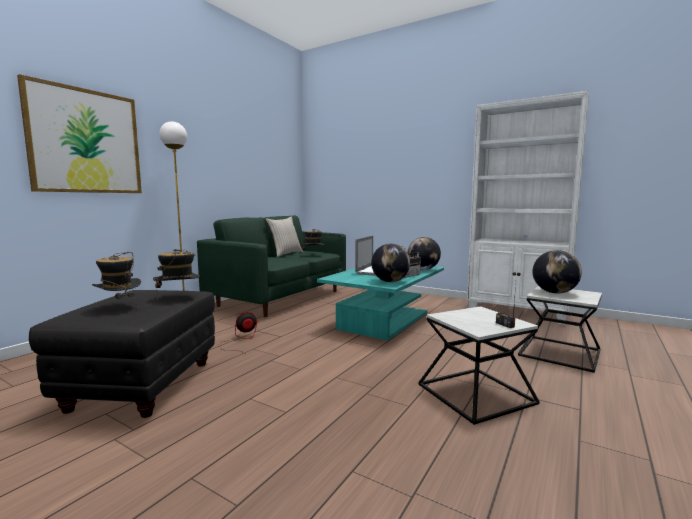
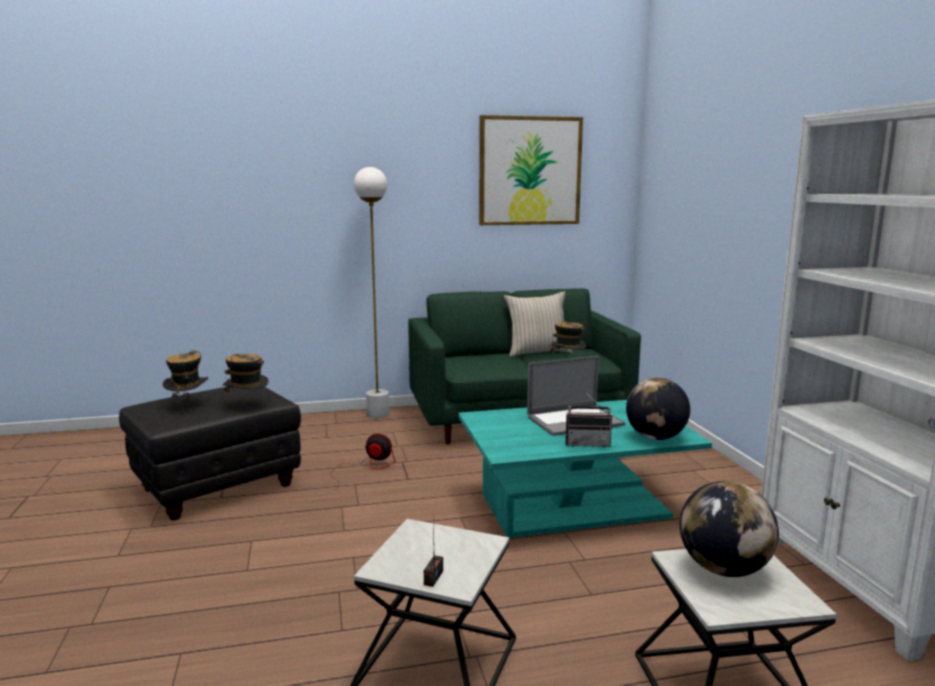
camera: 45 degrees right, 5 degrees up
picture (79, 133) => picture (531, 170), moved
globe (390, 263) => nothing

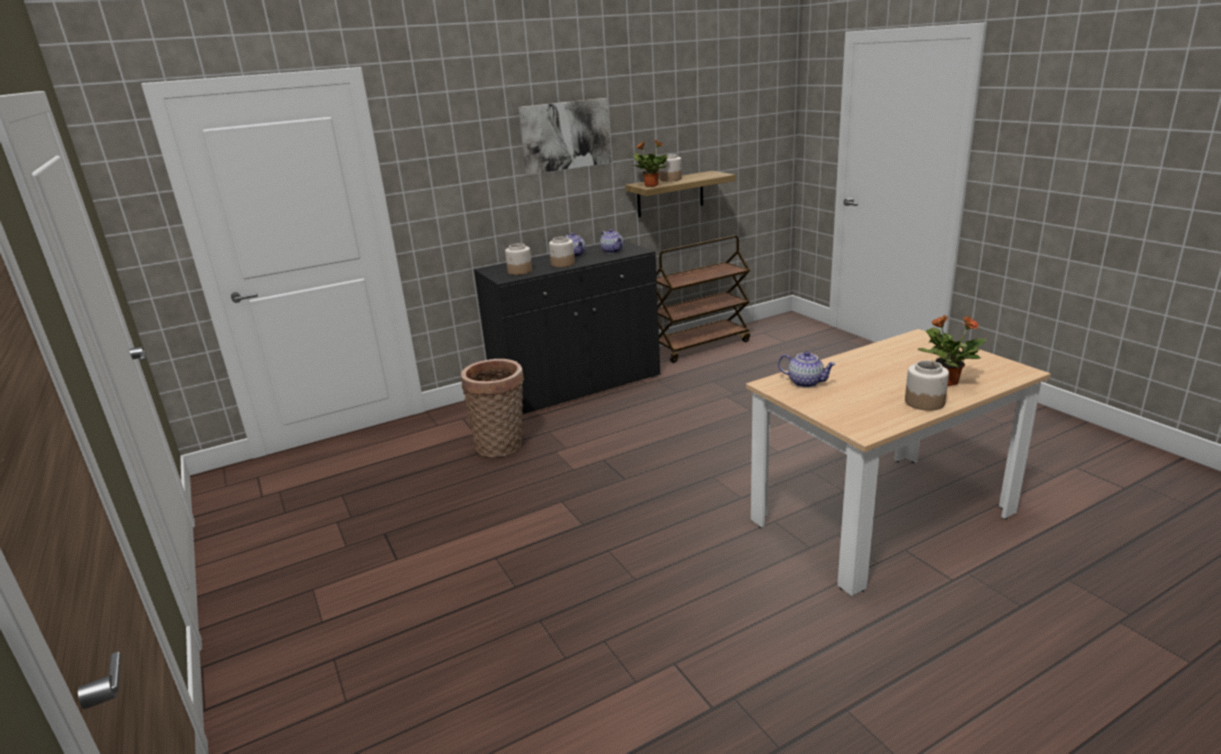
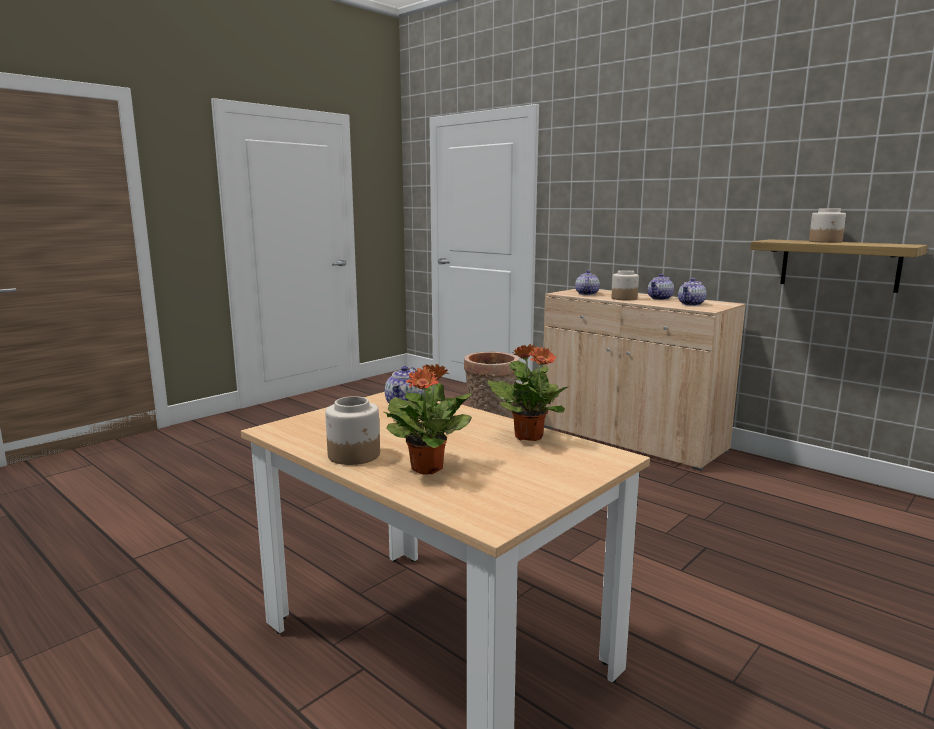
camera: 70 degrees right, 10 degrees down
potted_plant (651, 163) => potted_plant (528, 392), moved
black_cupboard (567, 327) => sand-coloured_cupboard (644, 380)
storage_jar (518, 259) => tea_pot (587, 282)
picture (565, 136) => nothing
brownish_trolley (703, 299) => nothing

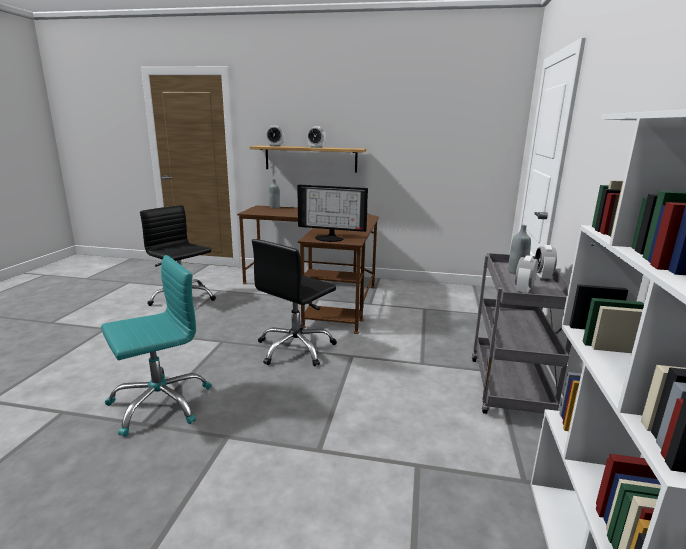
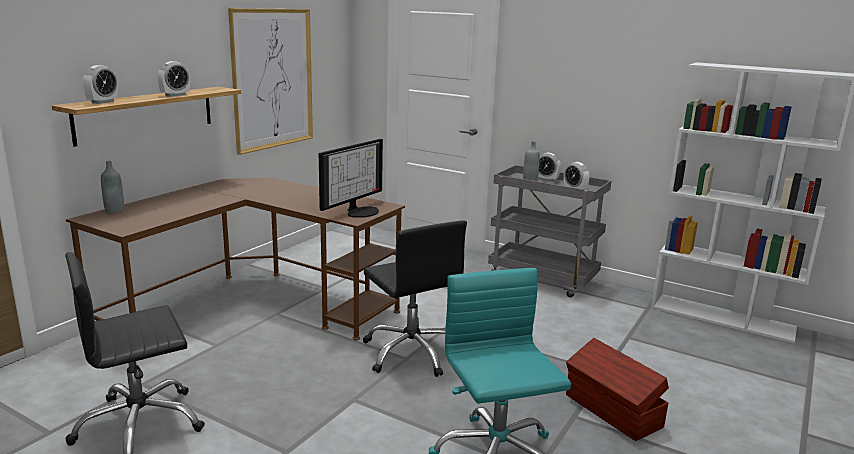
camera: 70 degrees left, 0 degrees up
nothing => picture (270, 81)
nothing => brownish_storage_bin (617, 389)

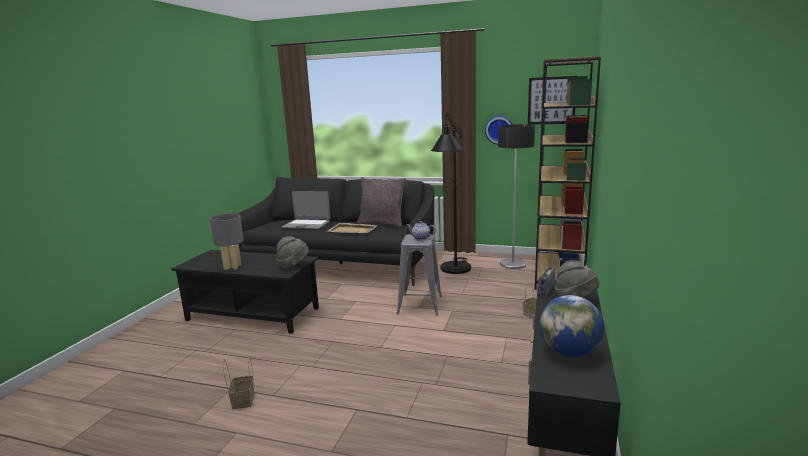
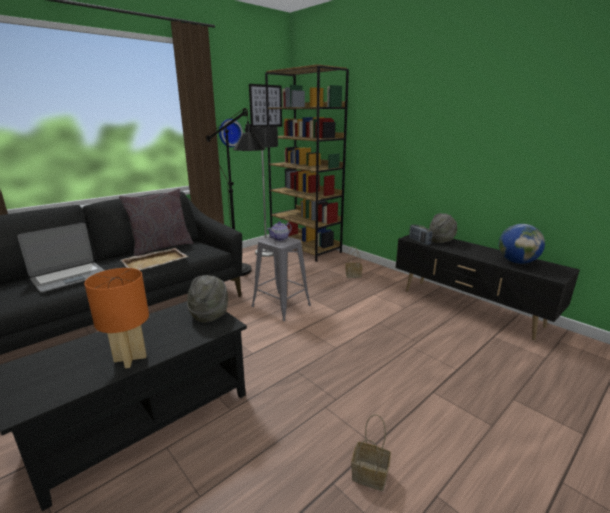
camera: 60 degrees left, 5 degrees up
grey_table_lamp (227, 241) => orangey_table_lamp (116, 318)

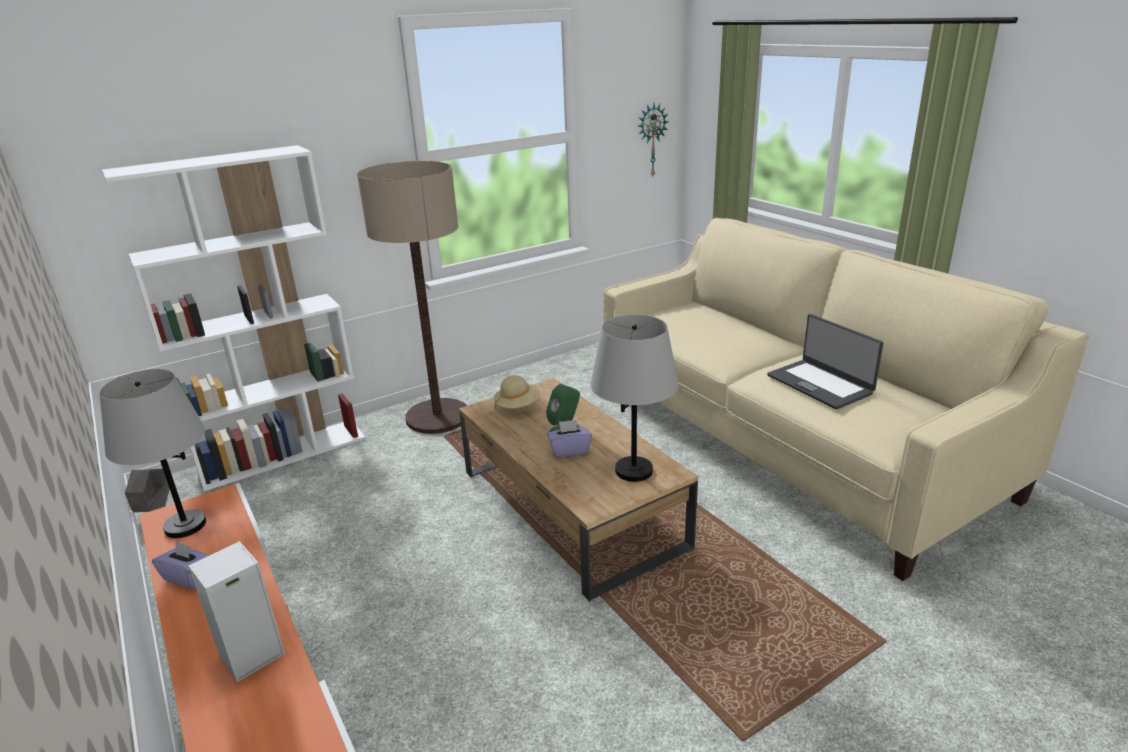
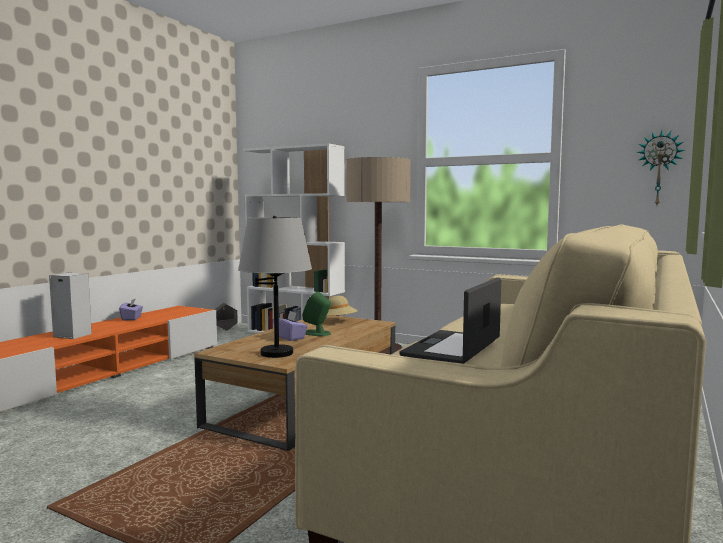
camera: 60 degrees right, 20 degrees down
grey_table_lamp (152, 453) => nothing

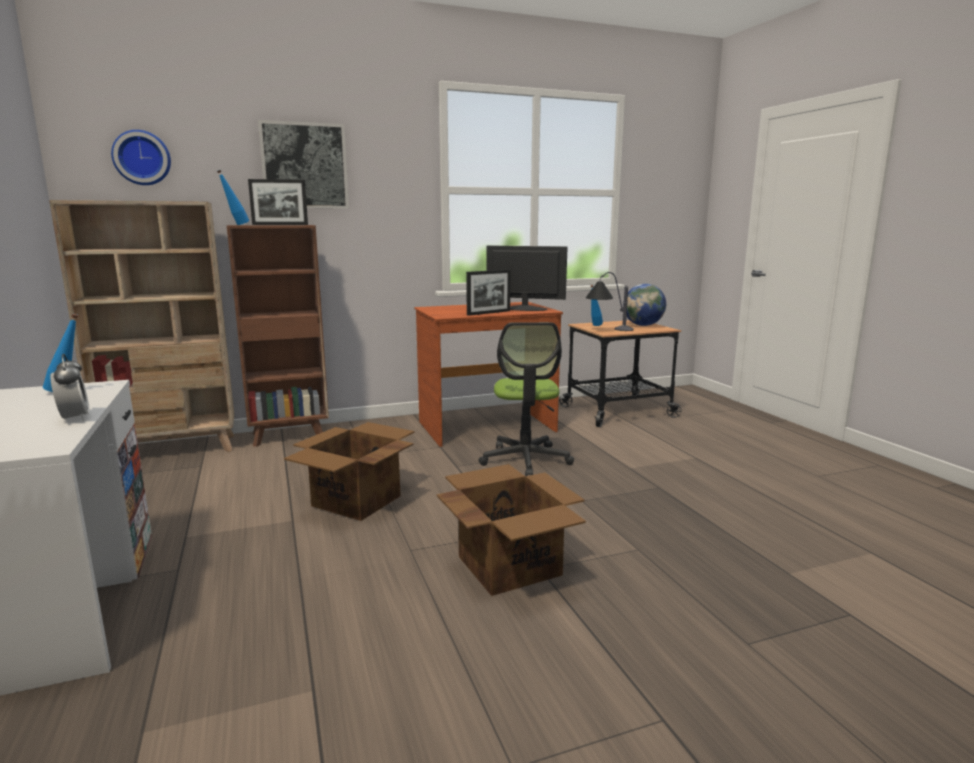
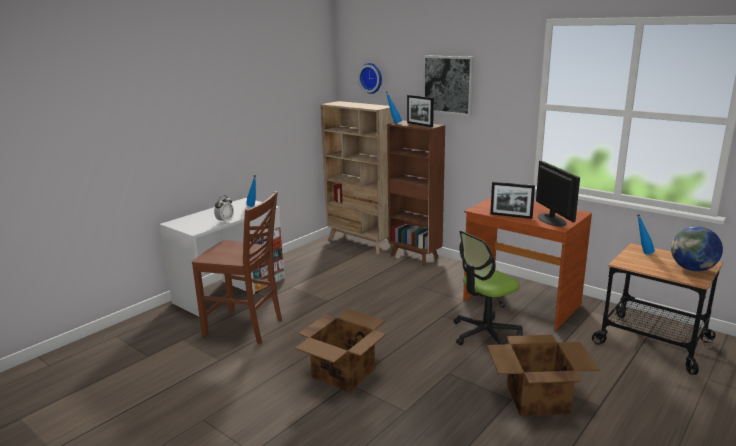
camera: 60 degrees right, 5 degrees up
nothing => brownish_upright_chair (237, 267)
carton (349, 471) => carton (543, 375), moved
table_lamp (610, 301) => nothing

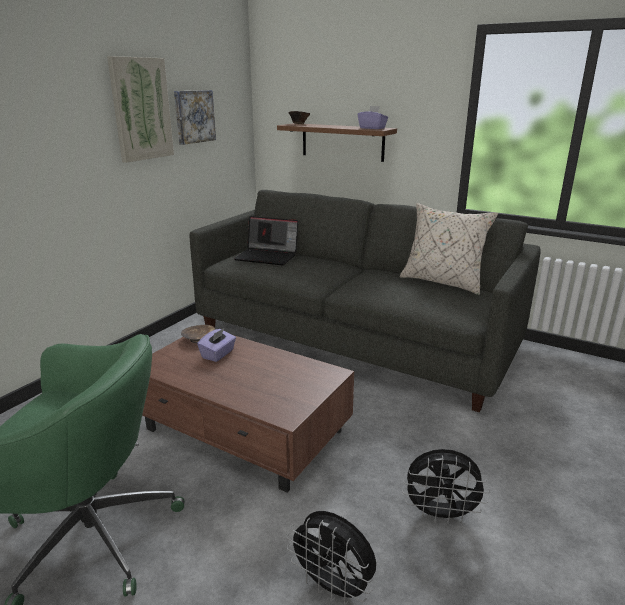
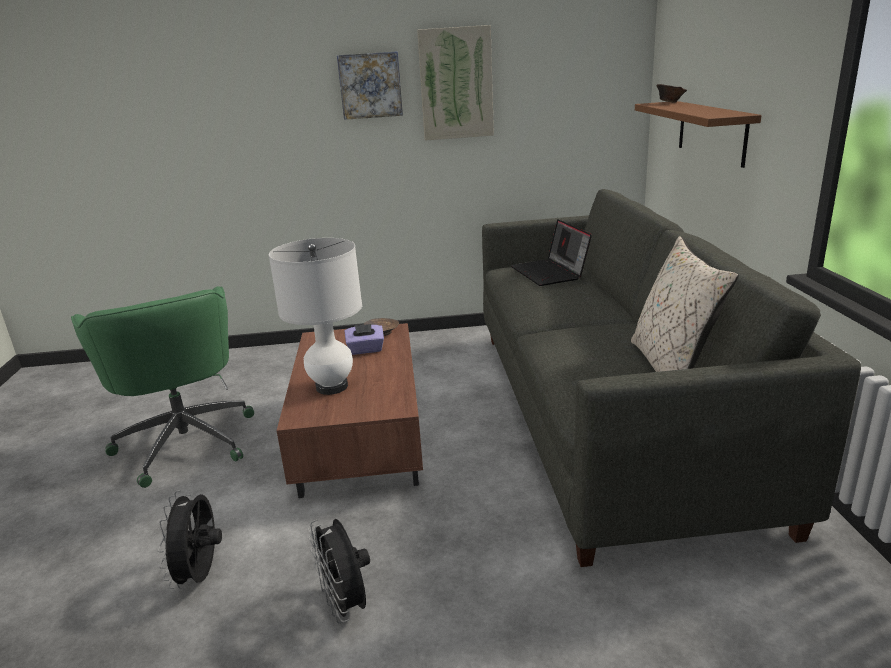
camera: 55 degrees right, 0 degrees up
nothing => white-coloured_table_lamp (315, 316)
picture (195, 117) => picture (370, 85), moved
purple_tissue_box (373, 117) => nothing

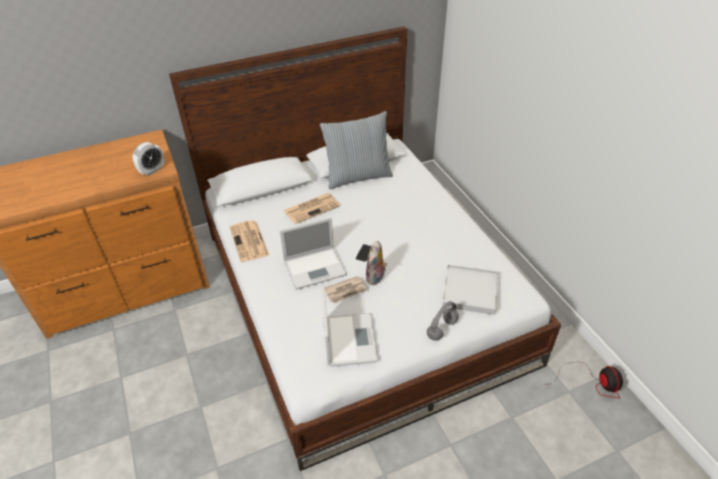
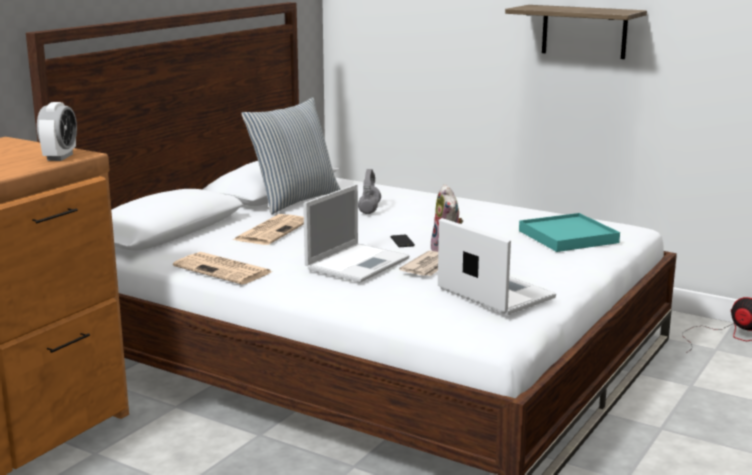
camera: 35 degrees left, 25 degrees down
grey_headphones (443, 321) => grey_headphones (369, 191), moved
nothing => bracket_shelf (576, 32)
white-coloured_serving_tray (470, 290) => blue-green_serving_tray (569, 232)

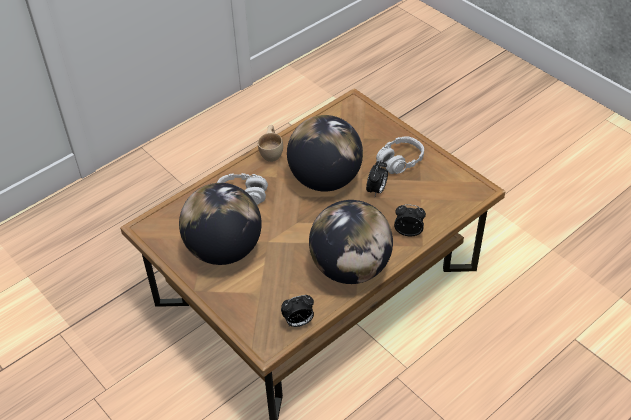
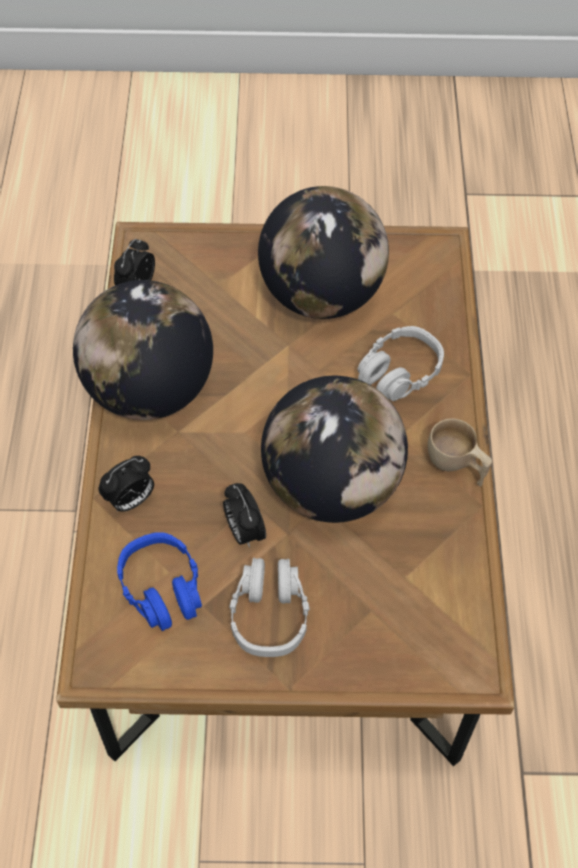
camera: 130 degrees right, 10 degrees up
nothing => blue-coloured_headphones (159, 581)

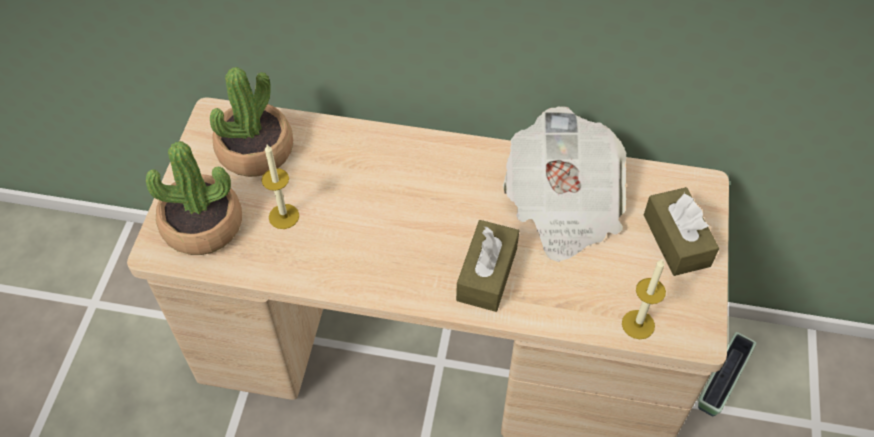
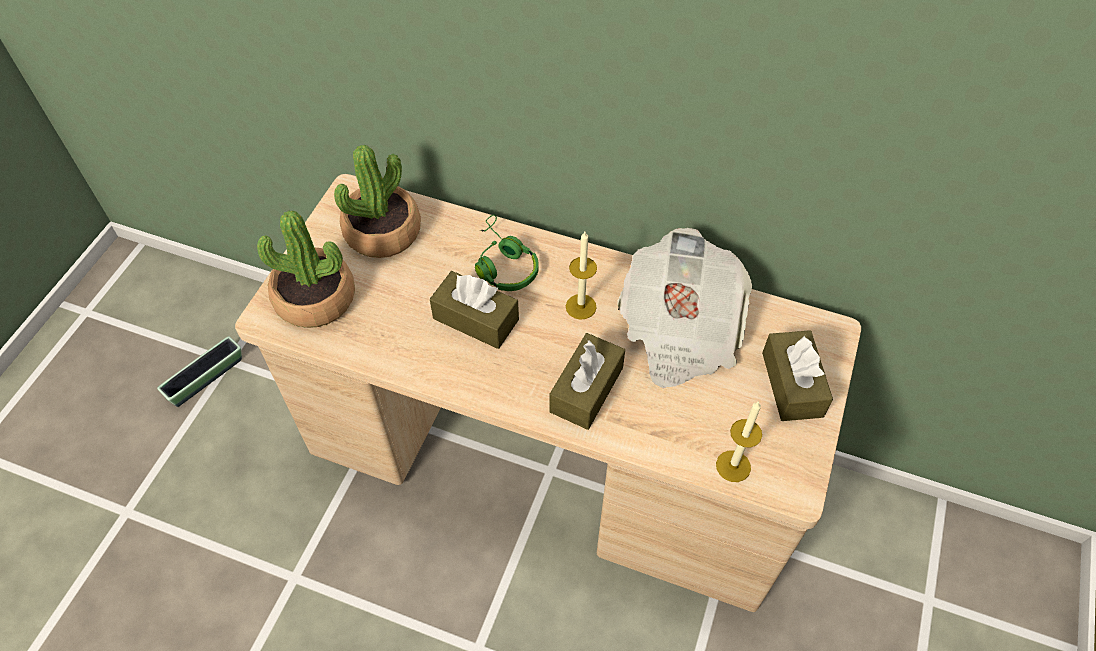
camera: 10 degrees right, 0 degrees up
planter (727, 374) => planter (199, 371), moved
nothing => brownish_tissue_box (474, 310)
nothing => greenish_headphones (507, 252)
candle (280, 187) => candle (581, 276), moved

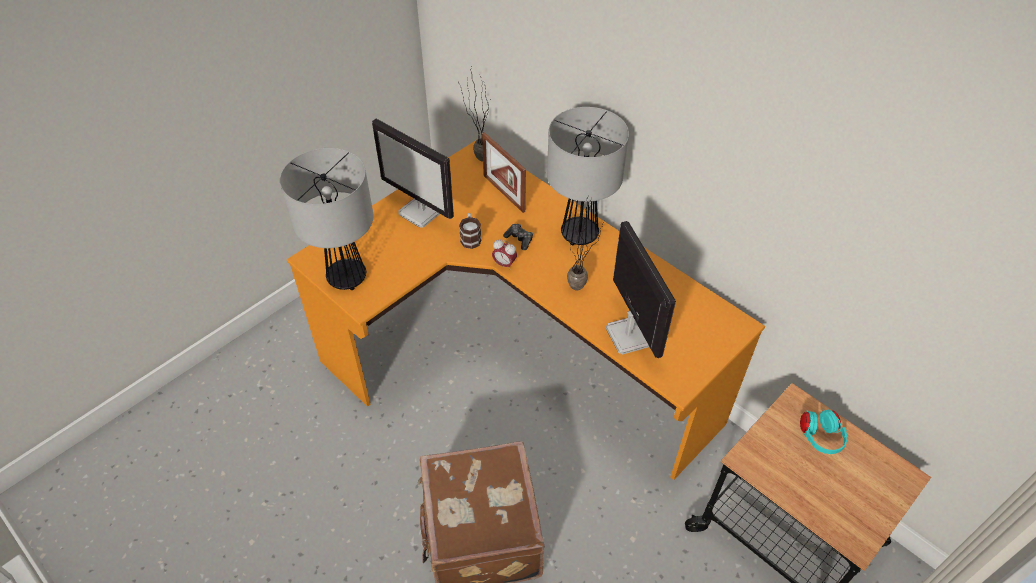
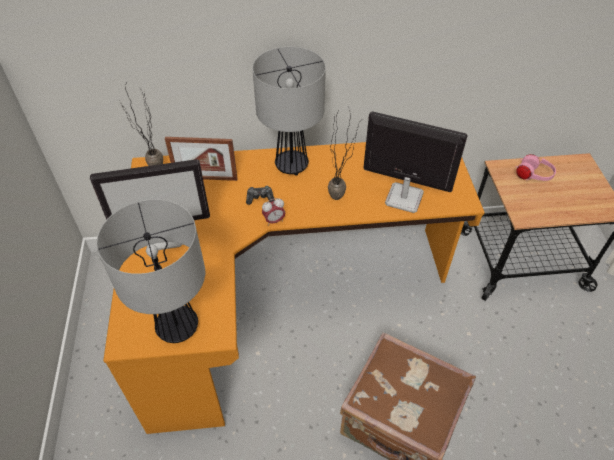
camera: 50 degrees left, 0 degrees up
blue-green_headphones (823, 431) => pink_headphones (535, 167)
mug (470, 231) => nothing

